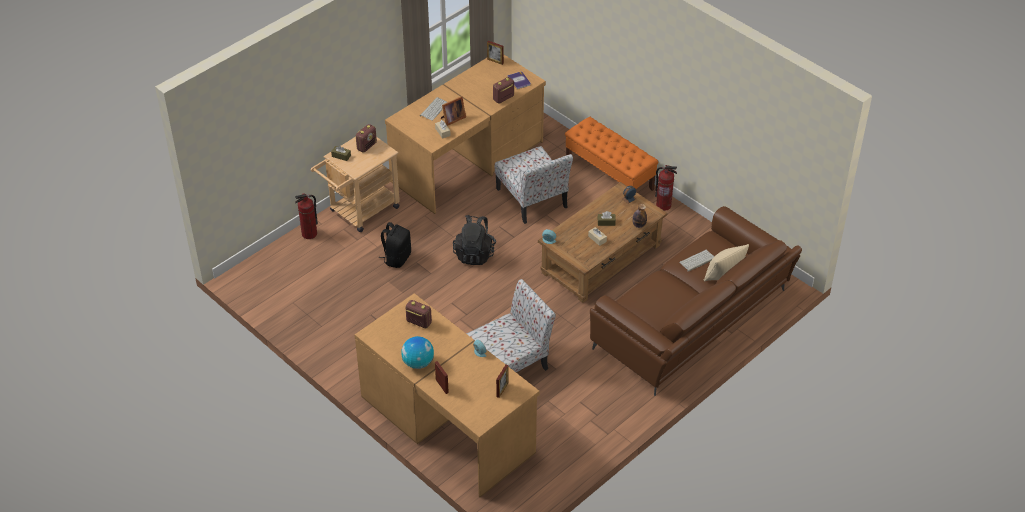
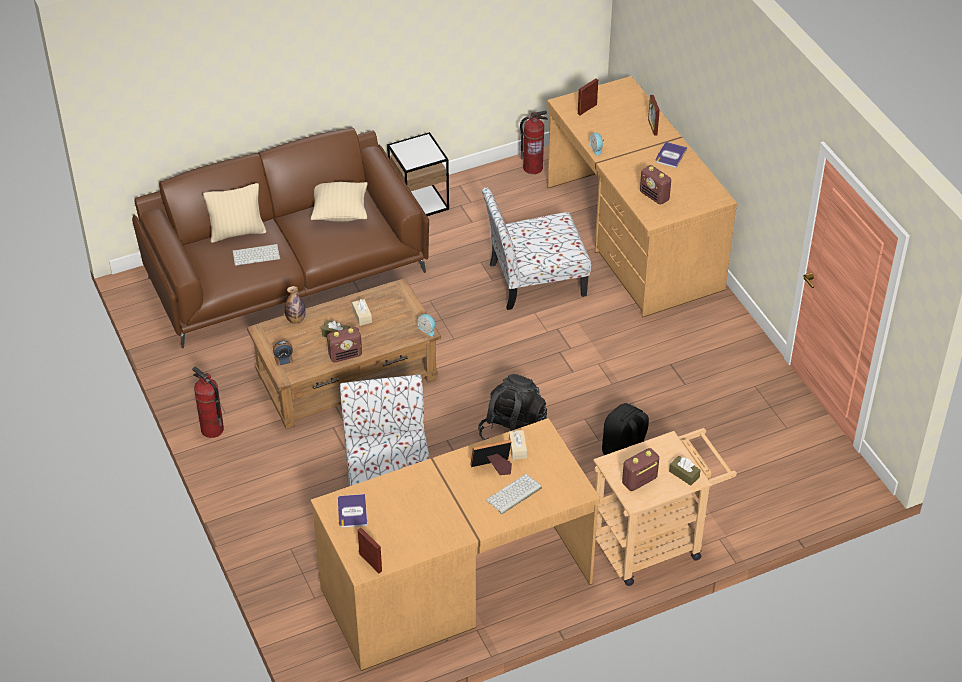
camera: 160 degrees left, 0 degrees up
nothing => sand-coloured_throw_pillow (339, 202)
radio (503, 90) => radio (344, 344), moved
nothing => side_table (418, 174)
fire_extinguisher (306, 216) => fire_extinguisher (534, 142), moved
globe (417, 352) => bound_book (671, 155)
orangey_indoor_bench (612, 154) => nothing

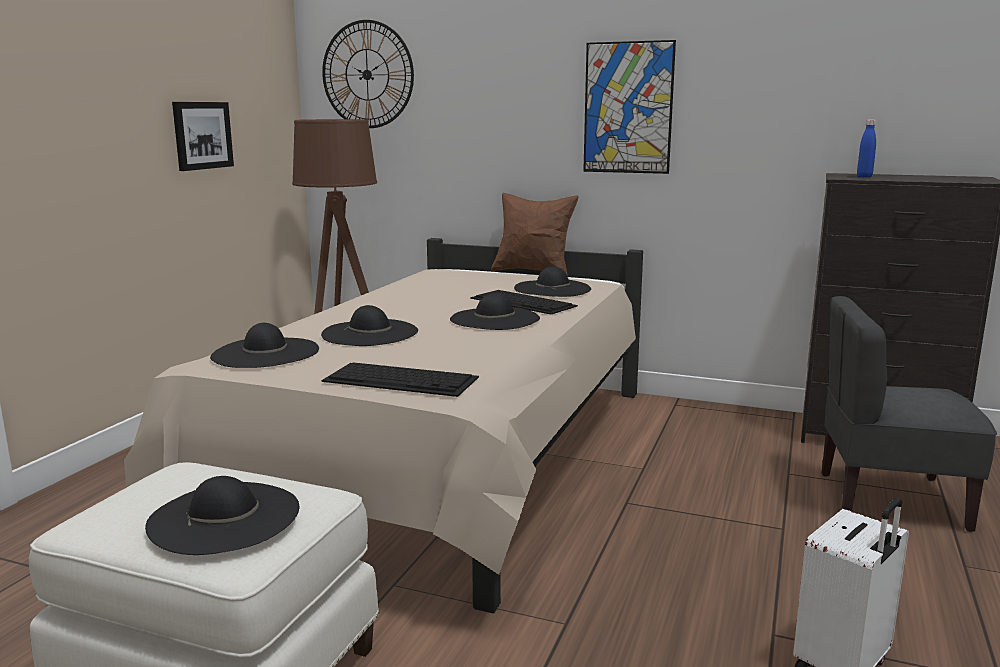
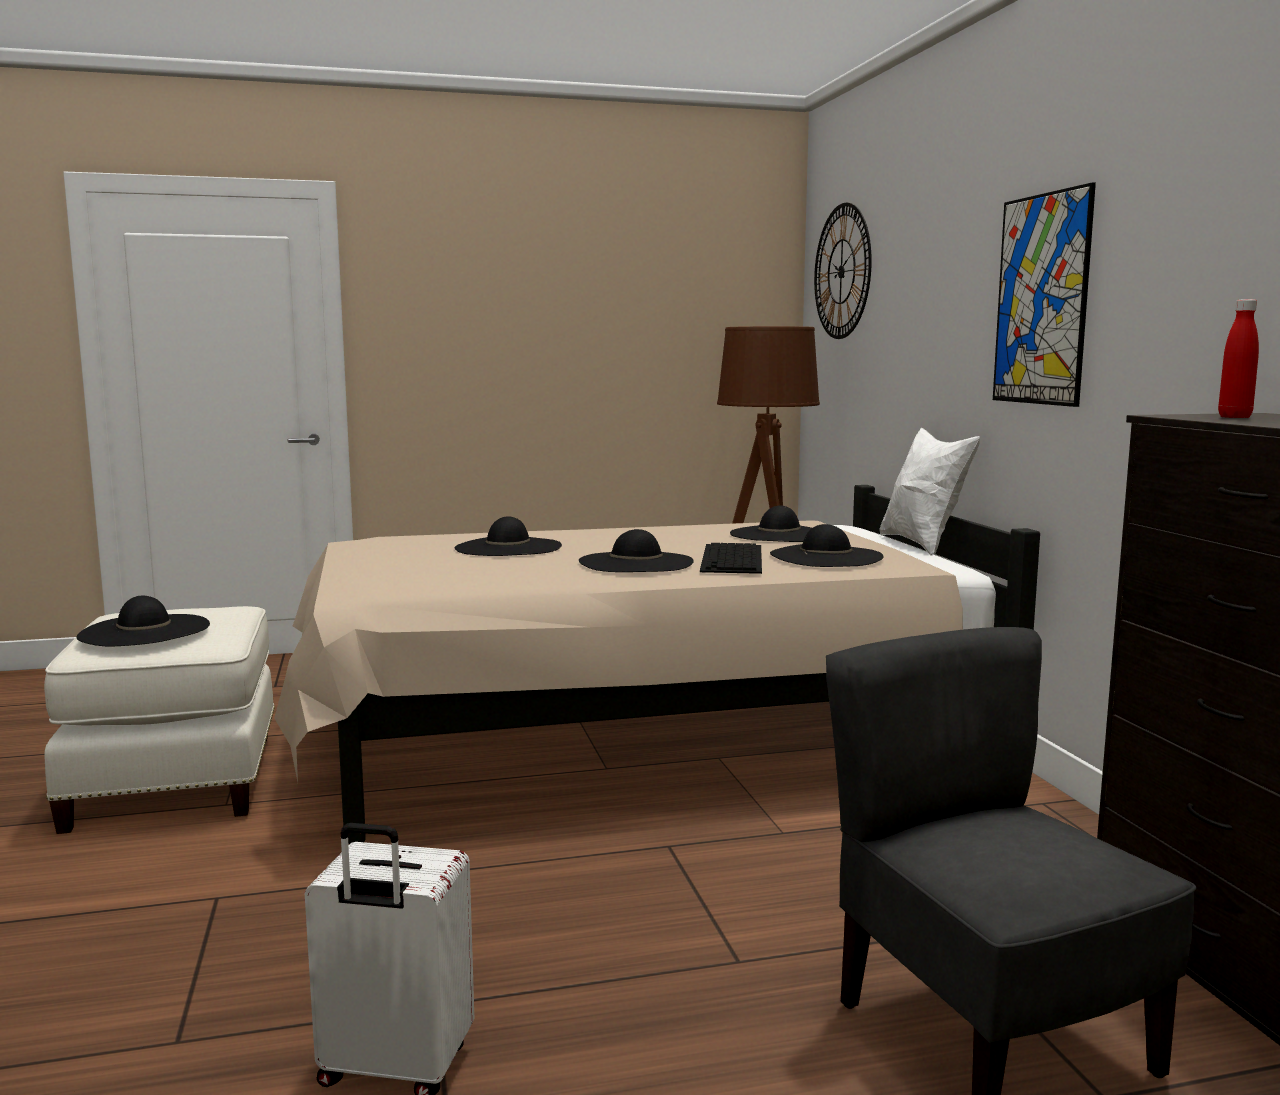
camera: 55 degrees right, 5 degrees down
black_hat (264, 345) => black_hat (770, 524), moved
brownish_throw_pillow (535, 233) => white-coloured_throw_pillow (929, 492)
blue-coloured_drink_bottle (866, 148) => red-coloured_drink_bottle (1238, 358)
picture (203, 136) => nothing
computer_keyboard (400, 379) => nothing

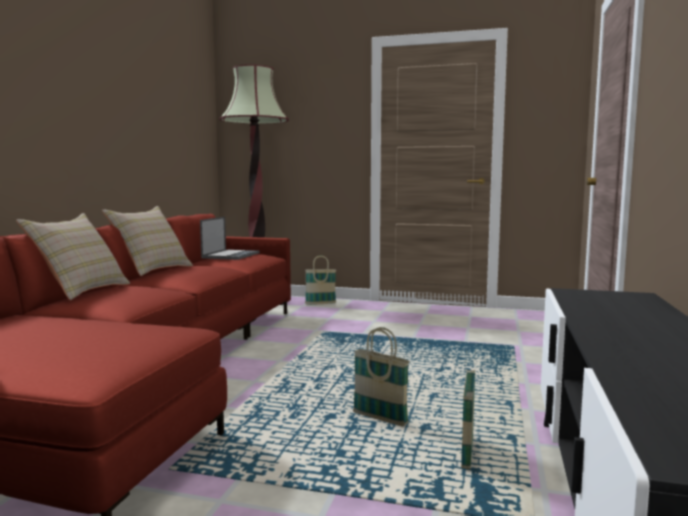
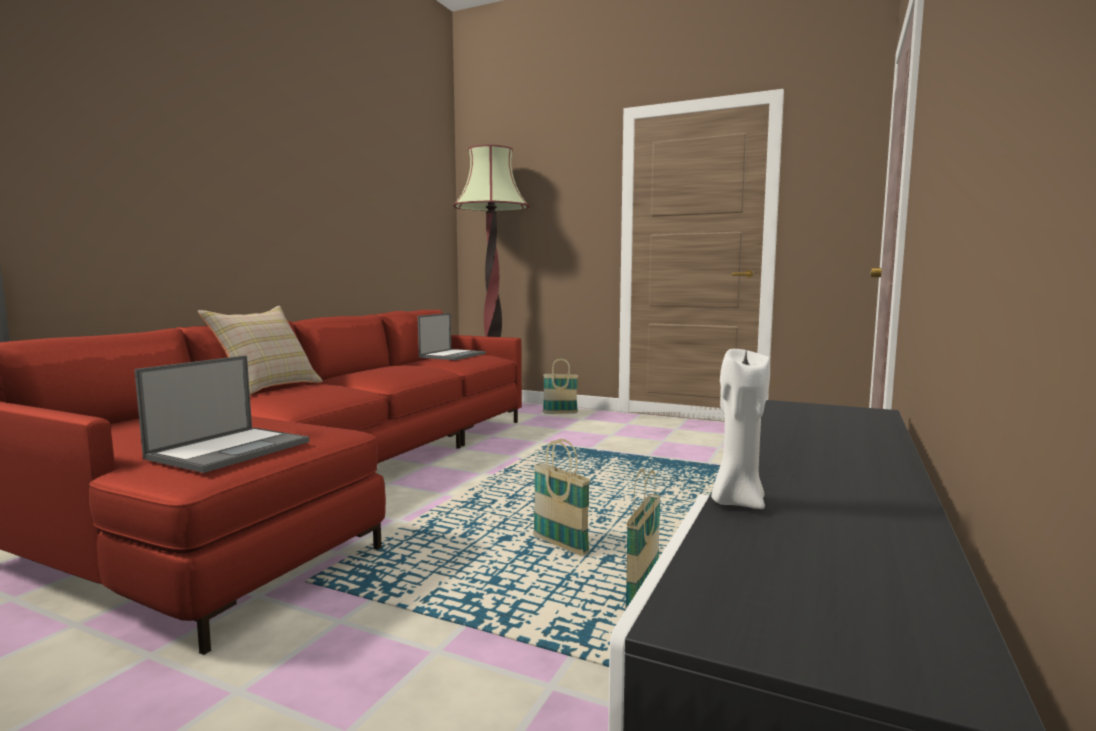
camera: 10 degrees right, 0 degrees up
nothing => laptop (221, 414)
nothing => white-coloured_candle (740, 429)
sand-coloured_throw_pillow (147, 241) => nothing

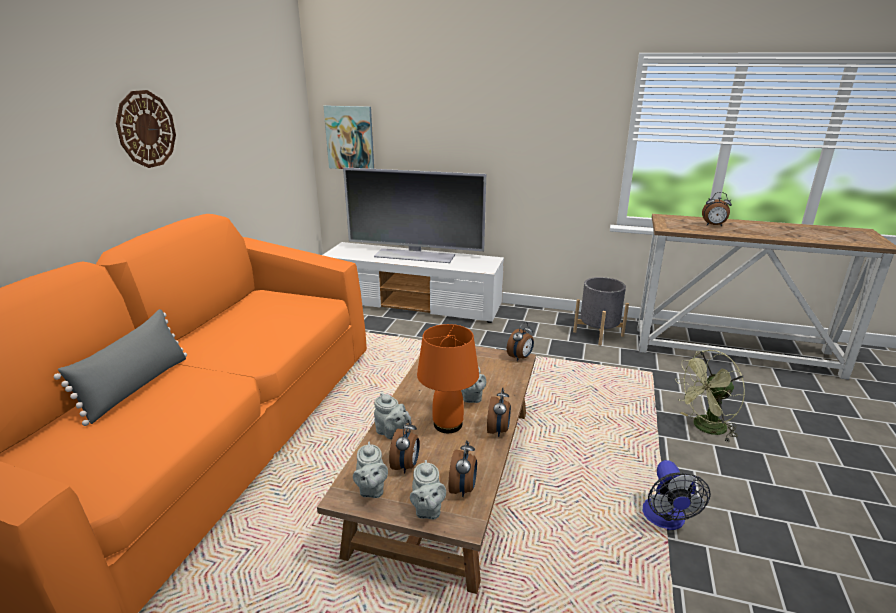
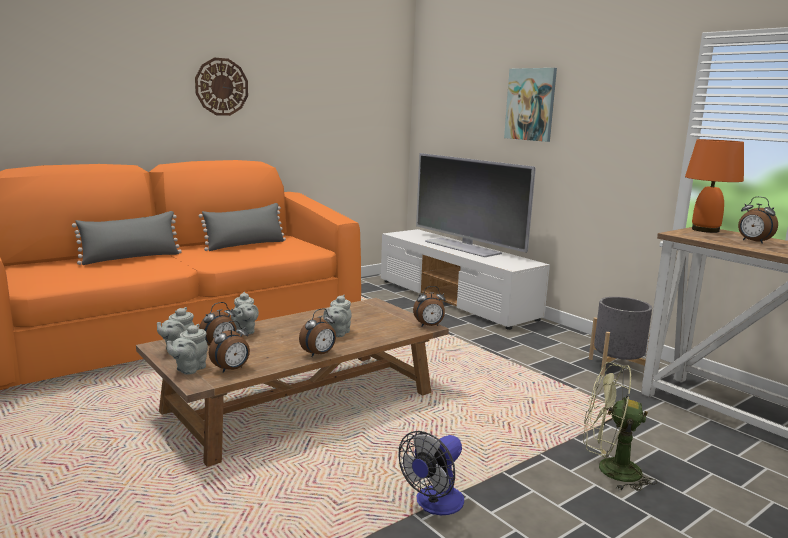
camera: 35 degrees right, 10 degrees down
nothing => grey_throw_pillow (242, 227)
picture (349, 137) => picture (530, 105), moved
orangey_table_lamp (448, 378) => orangey_table_lamp (714, 186), moved

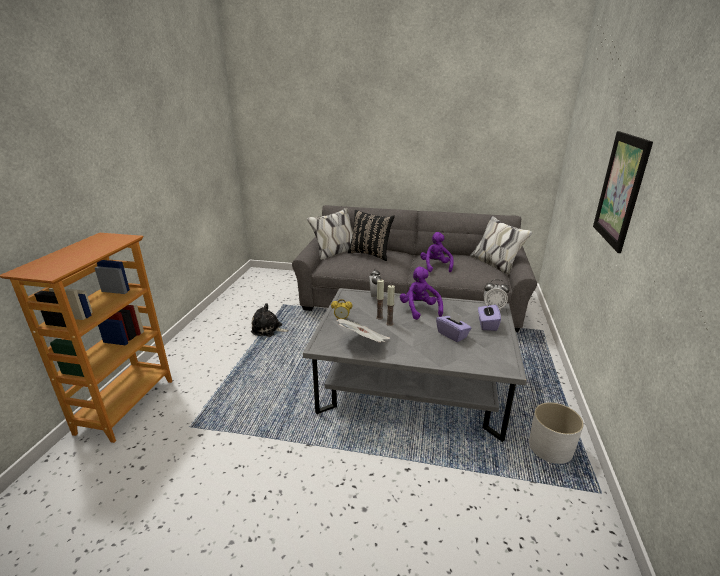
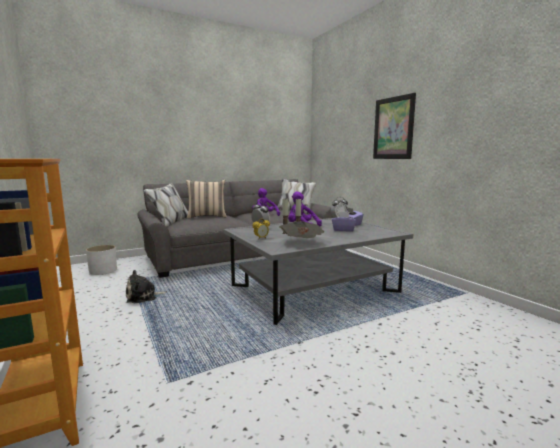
camera: 40 degrees left, 15 degrees down
white-coloured_planter (556, 433) => white-coloured_planter (101, 260), moved
black_throw_pillow (371, 235) => sand-coloured_throw_pillow (206, 199)

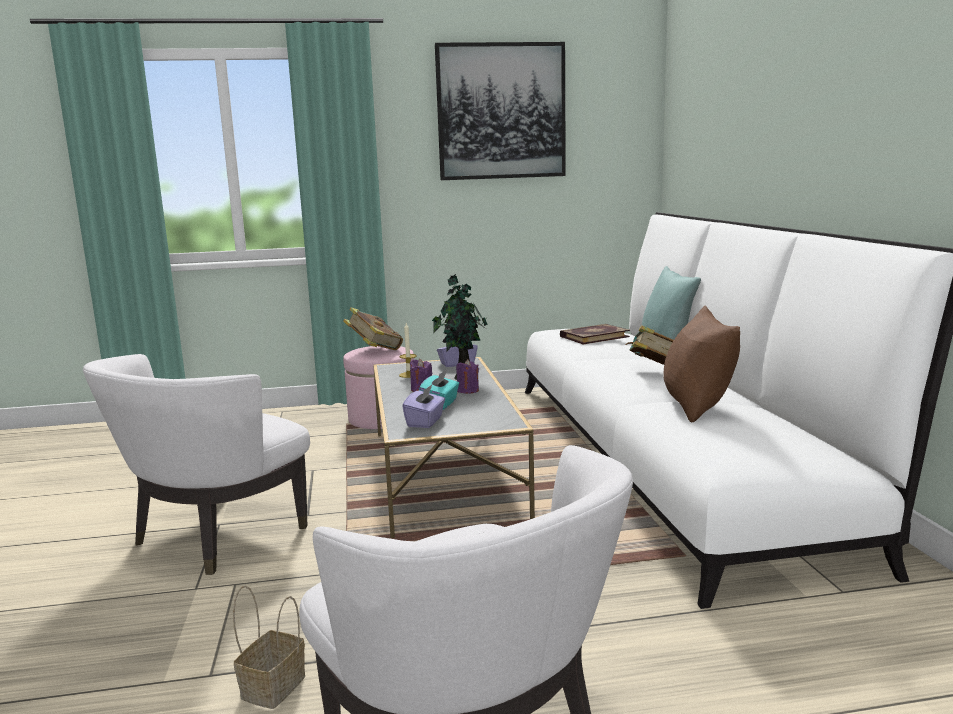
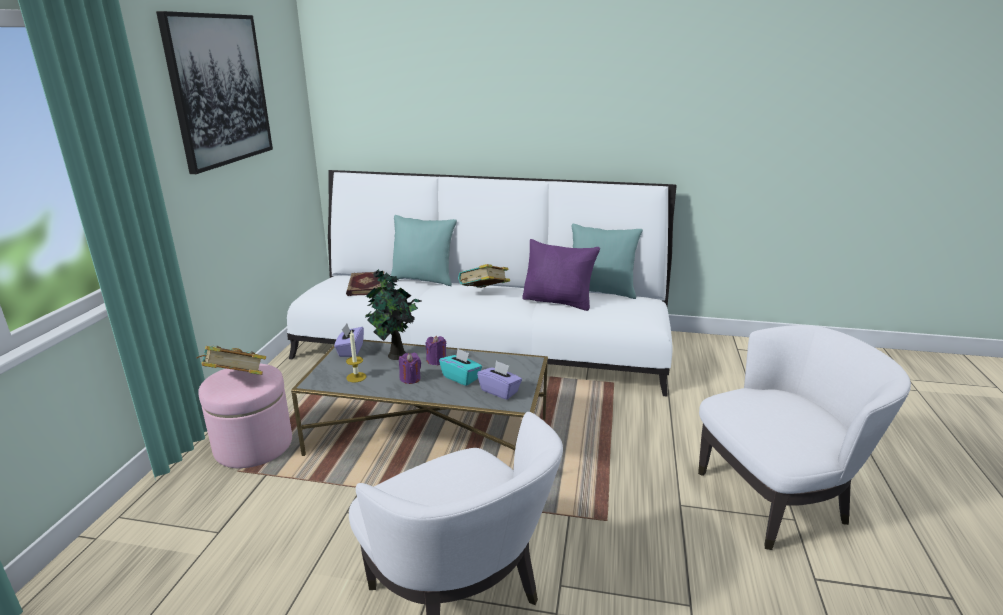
camera: 70 degrees left, 10 degrees up
brownish_throw_pillow (701, 364) => purple_throw_pillow (561, 275)
nothing => blue-green_throw_pillow (607, 261)
storage_basket (269, 647) => nothing

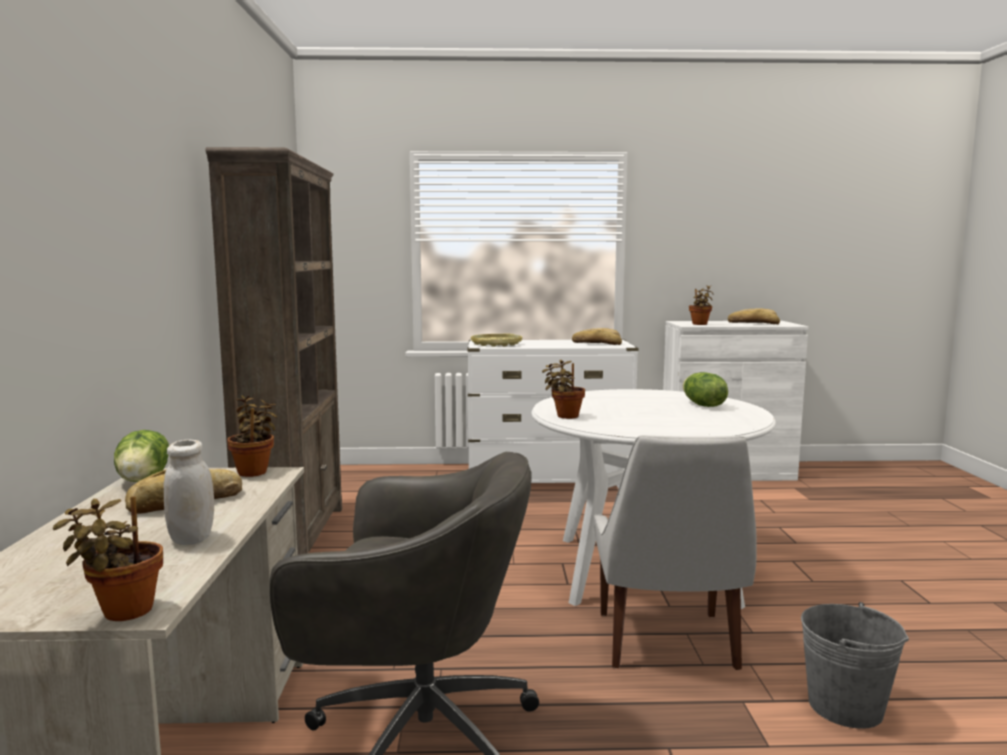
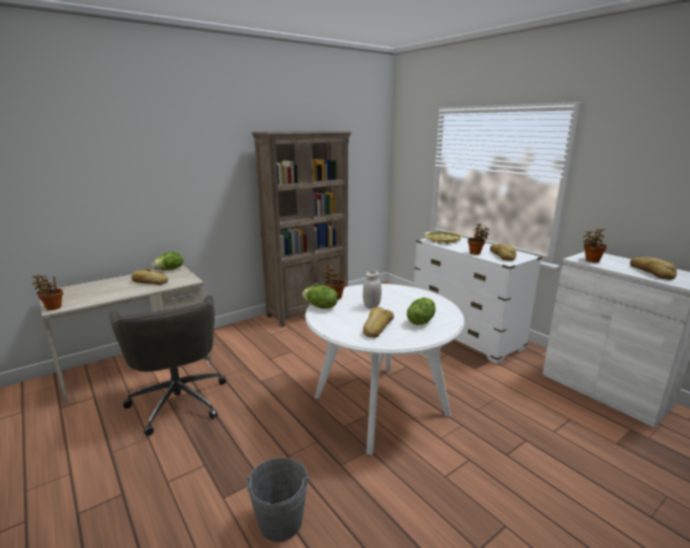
camera: 55 degrees right, 10 degrees up
nothing => lettuce_head (320, 297)
white-coloured_storage_jar (189, 492) => white-coloured_storage_jar (372, 290), moved
nothing => baked_bread (378, 322)
potted_plant (252, 436) => potted_plant (478, 238), moved
white-coloured_upright_chair (675, 552) => nothing

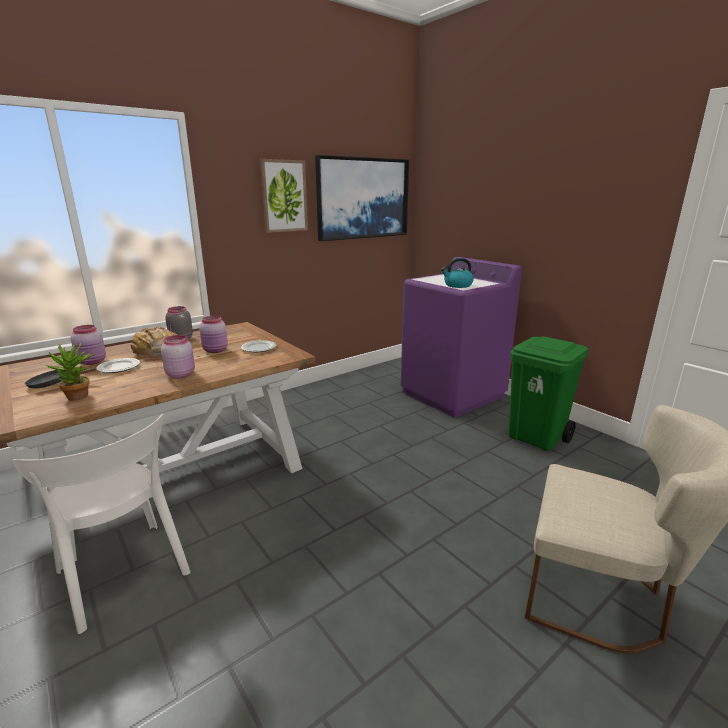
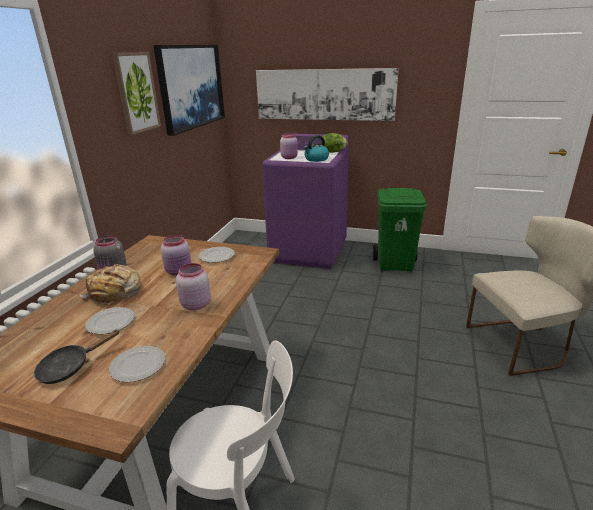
camera: 35 degrees left, 5 degrees up
potted_plant (70, 371) => dinner_plate (137, 364)
nothing => picture (327, 94)
pink_storage_jar (88, 345) => pink_storage_jar (289, 146), moved
nothing => lettuce_head (334, 143)

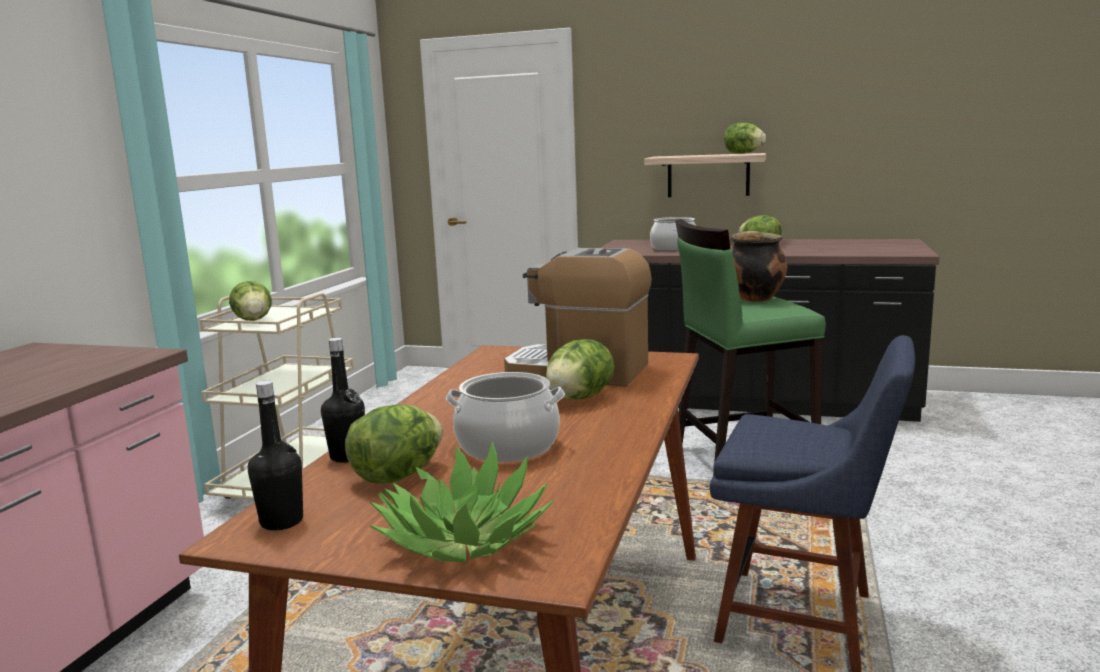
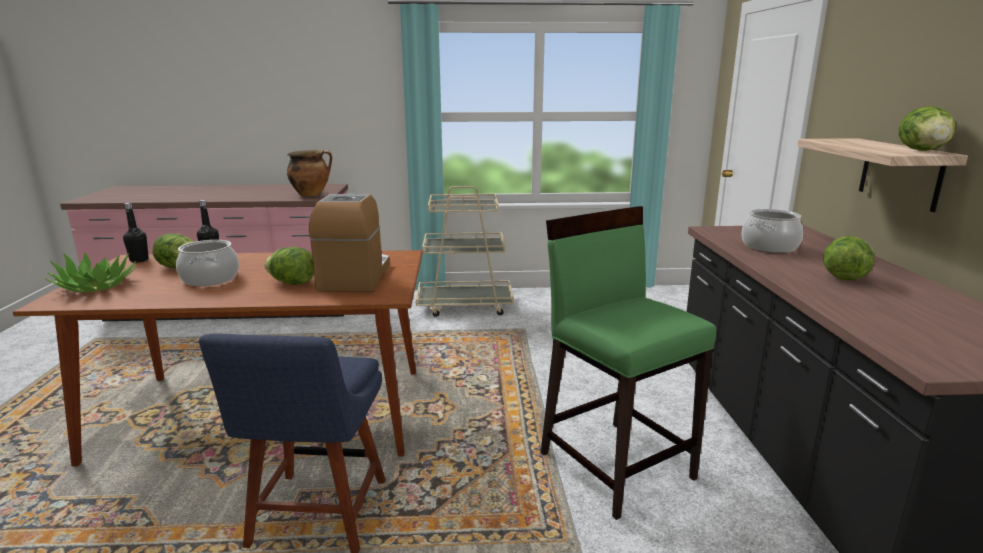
camera: 70 degrees right, 5 degrees up
saucepot (759, 266) => saucepot (309, 173), moved
lettuce_head (250, 301) => nothing

